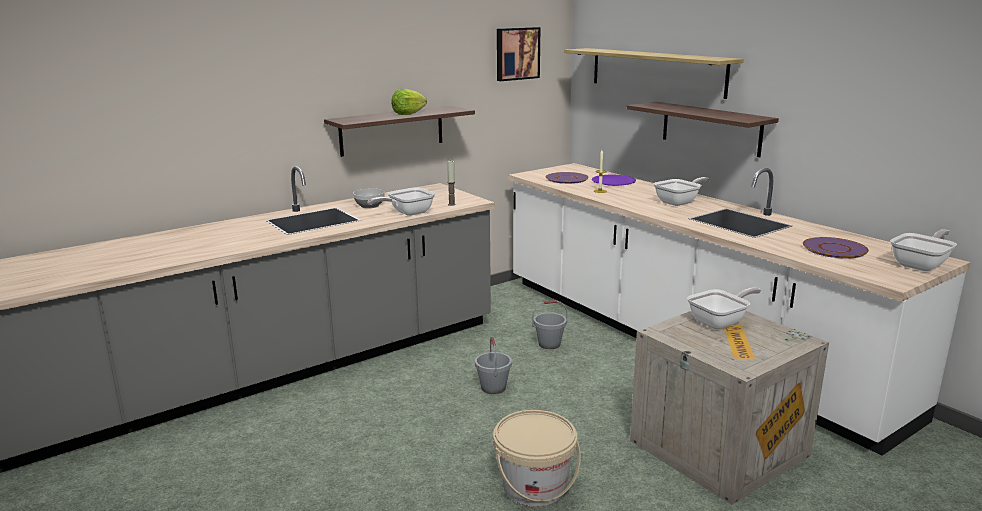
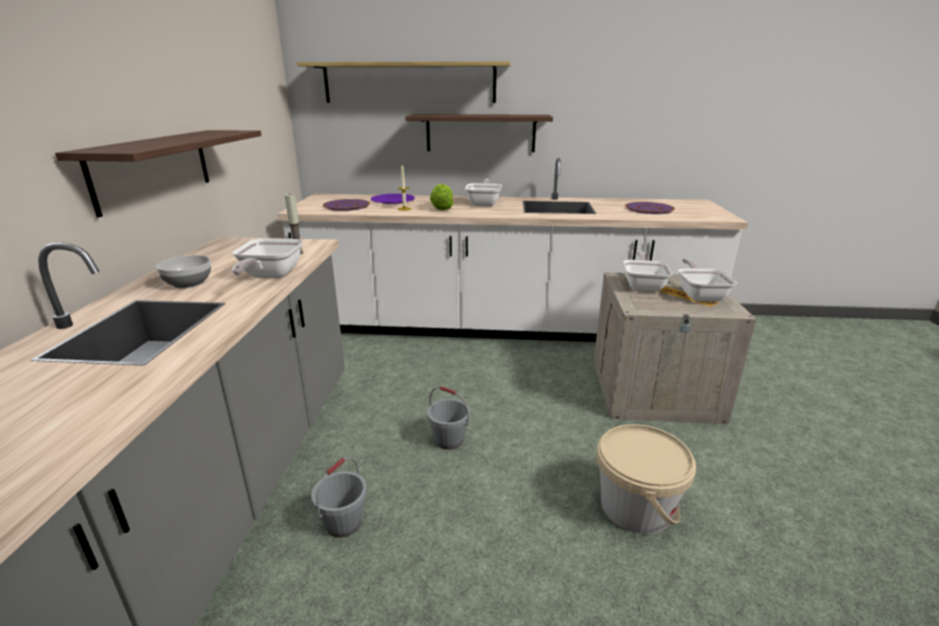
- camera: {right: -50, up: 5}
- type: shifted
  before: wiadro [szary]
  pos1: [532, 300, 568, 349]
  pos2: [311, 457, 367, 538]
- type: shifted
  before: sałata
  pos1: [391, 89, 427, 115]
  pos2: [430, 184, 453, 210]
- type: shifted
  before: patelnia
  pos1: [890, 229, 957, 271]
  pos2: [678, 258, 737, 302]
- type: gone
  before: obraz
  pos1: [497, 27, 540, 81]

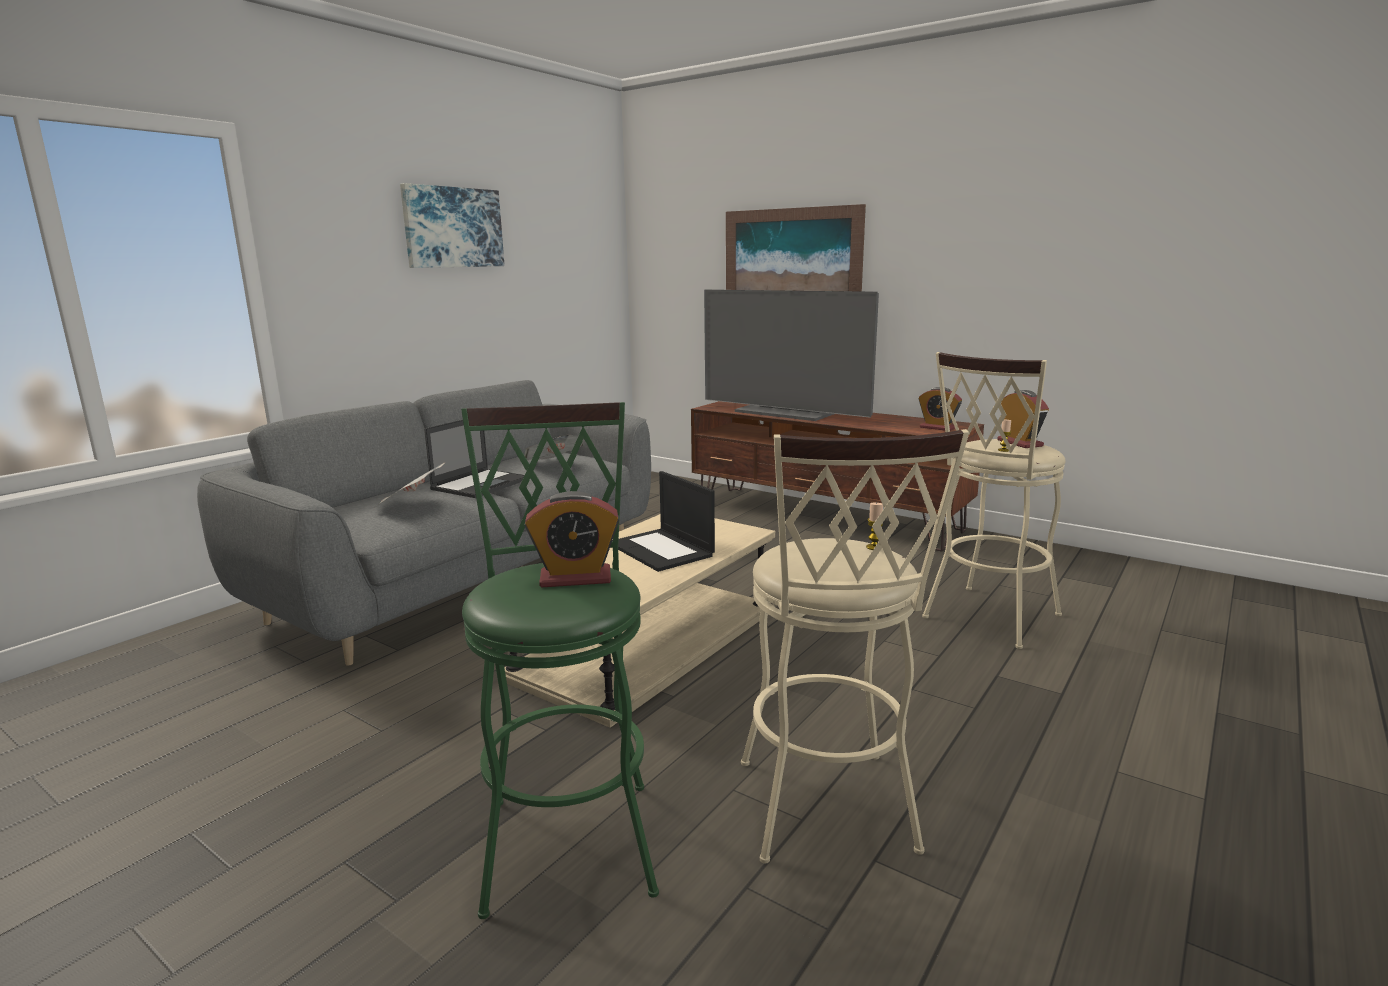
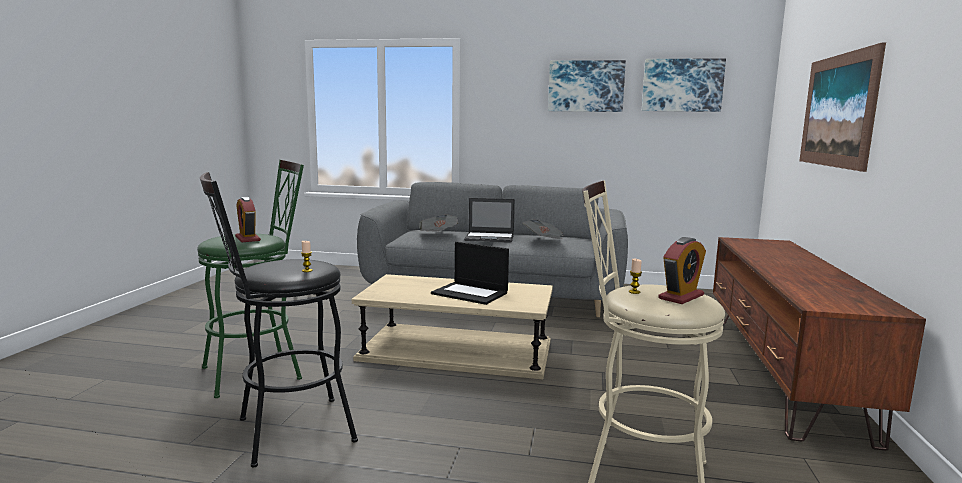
- camera: {right: 65, up: -5}
- type: repainted
  before: stołek [beżowy]
  after: stołek [czarny]
  pos1: [741, 429, 969, 864]
  pos2: [200, 172, 358, 468]
- type: rotated
  before: laptop
  pos1: [612, 471, 715, 572]
  pos2: [431, 242, 509, 305]
  turn: -90
- type: new
  after: obraz
  pos2: [642, 58, 726, 112]
- type: gone
  before: telewizor
  pos1: [704, 290, 879, 421]
- type: gone
  before: budzik
  pos1: [919, 387, 962, 431]

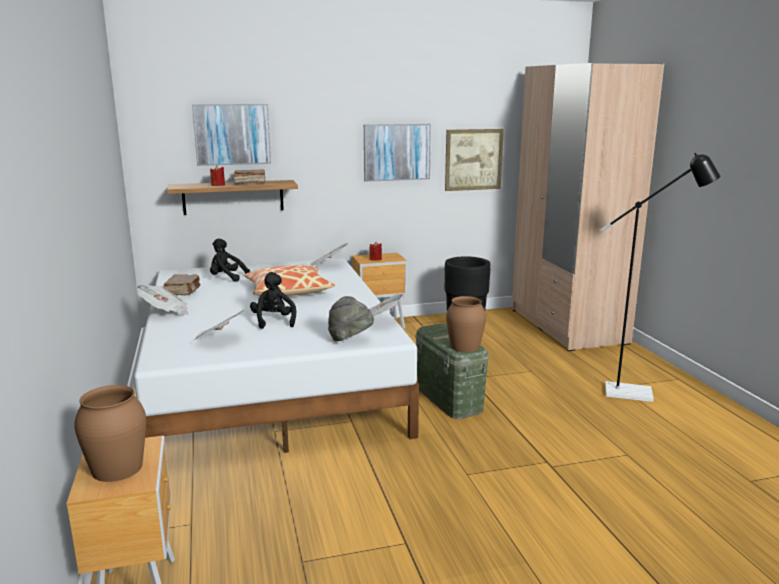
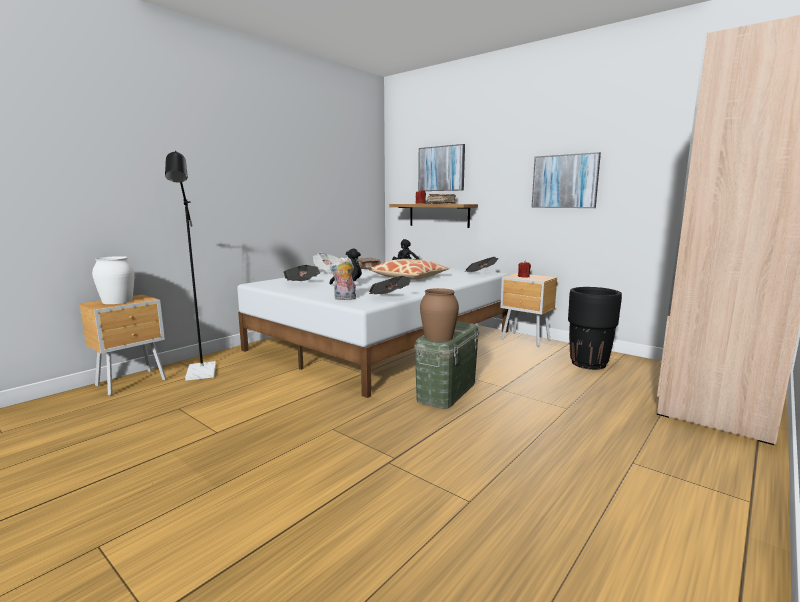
- camera: {right: 55, up: -5}
- type: repainted
  before: wazon [brązowy]
  after: wazon [biały]
  pos1: [74, 385, 146, 482]
  pos2: [92, 256, 135, 304]
- type: shifted
  before: lampa stojąca [czarny]
  pos1: [600, 153, 721, 402]
  pos2: [165, 151, 216, 381]
- type: swapped
  before: kapelusz [szary]
  after: pluszak
  pos1: [328, 296, 374, 341]
  pos2: [330, 257, 356, 300]
- type: gone
  before: obraz
  pos1: [445, 129, 504, 191]

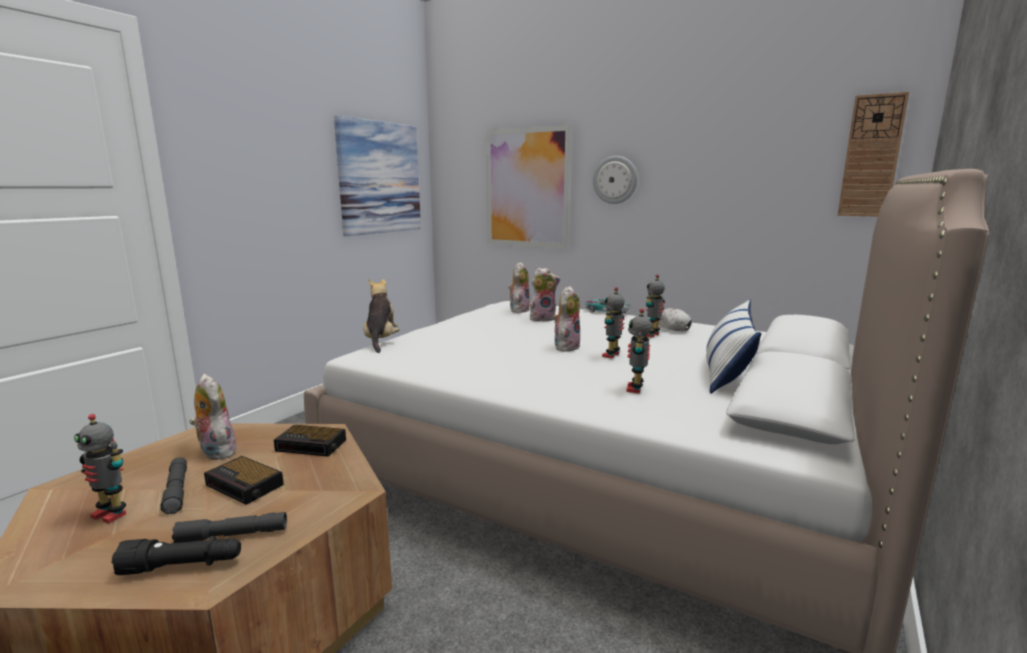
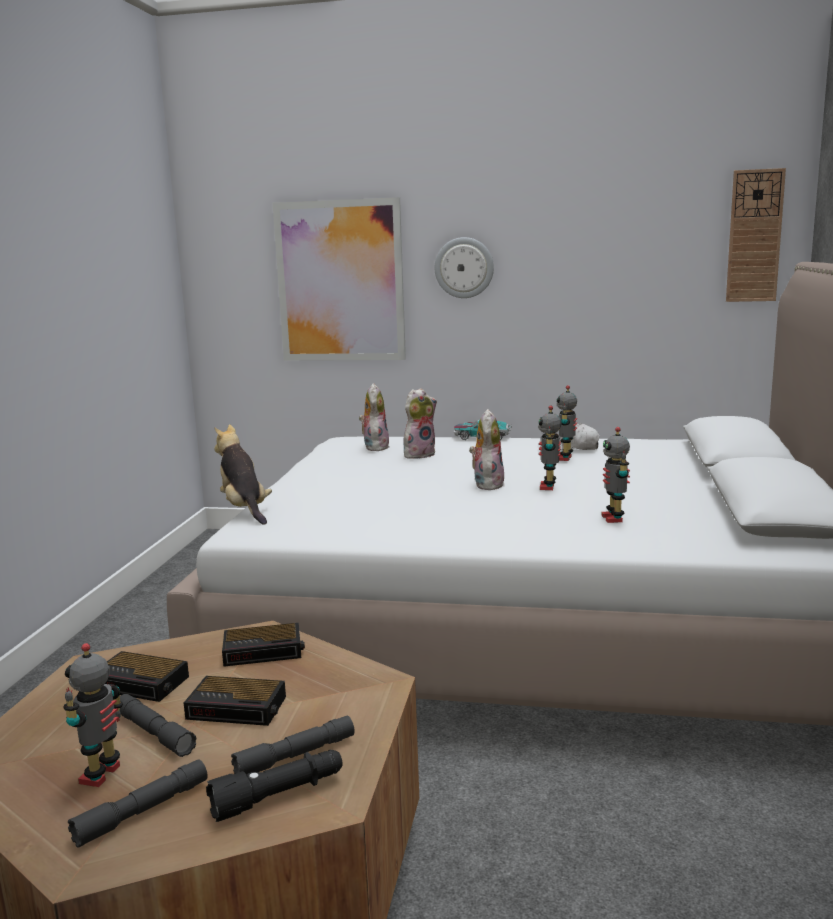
- camera: {right: -20, up: 0}
- type: rotated
  before: robot zabawkowy
  pos1: [74, 414, 126, 524]
  pos2: [63, 643, 123, 787]
  turn: 105
- type: new
  after: latarka [szary]
  pos2: [68, 759, 208, 848]
- type: swapped
  before: pluszak
  after: budzik
  pos1: [190, 374, 237, 460]
  pos2: [105, 651, 189, 702]
- type: gone
  before: obraz
  pos1: [334, 115, 421, 236]
- type: gone
  before: poduszka
  pos1: [706, 299, 761, 394]

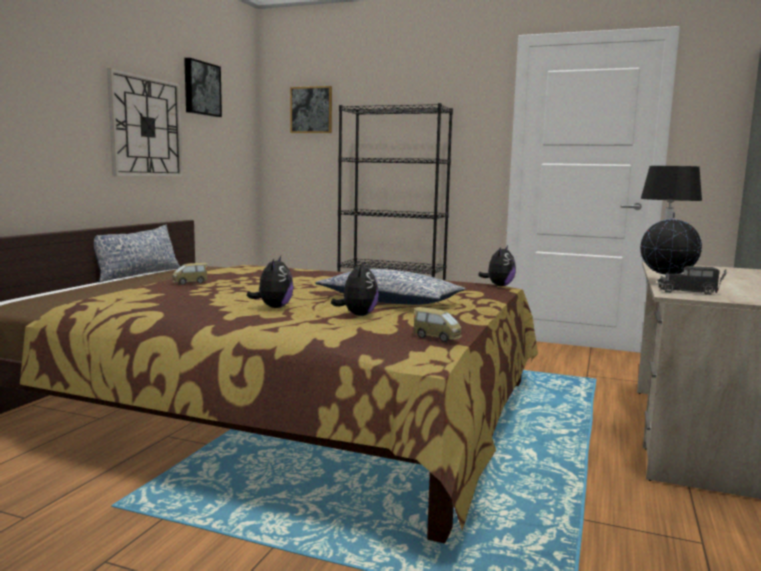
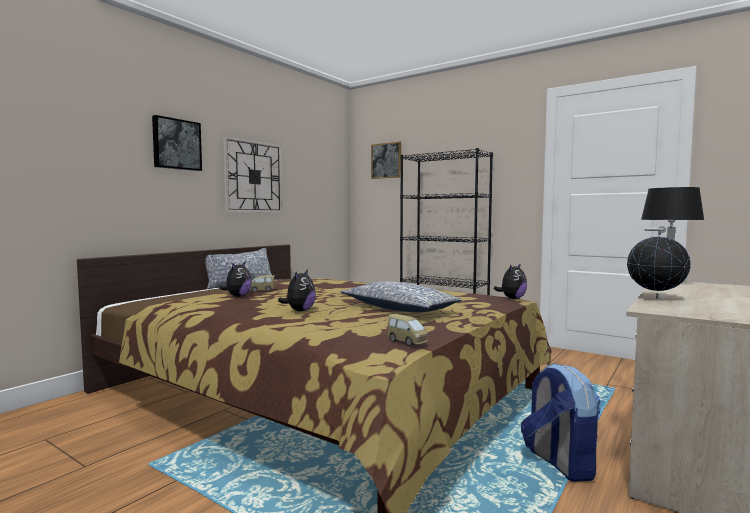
- camera: {right: 15, up: -5}
- type: shifted
  before: obraz
  pos1: [184, 58, 222, 117]
  pos2: [152, 115, 202, 171]
- type: shifted
  before: pluszak
  pos1: [331, 262, 379, 316]
  pos2: [219, 262, 252, 297]
- type: new
  after: plecak
  pos2: [521, 363, 601, 482]
- type: gone
  before: ciężarówka zabawkowa
  pos1: [658, 266, 727, 295]

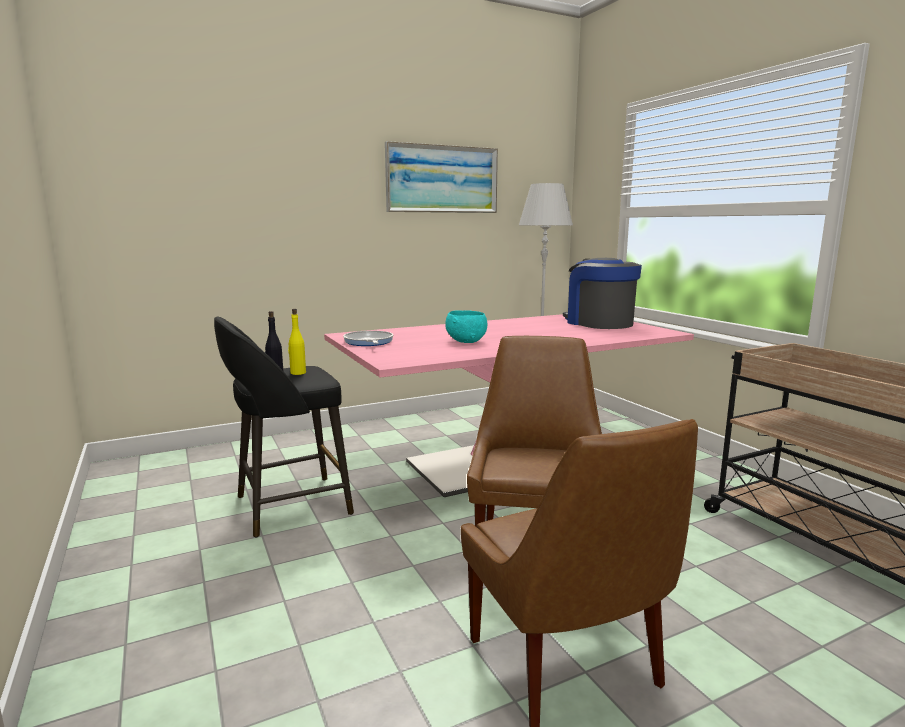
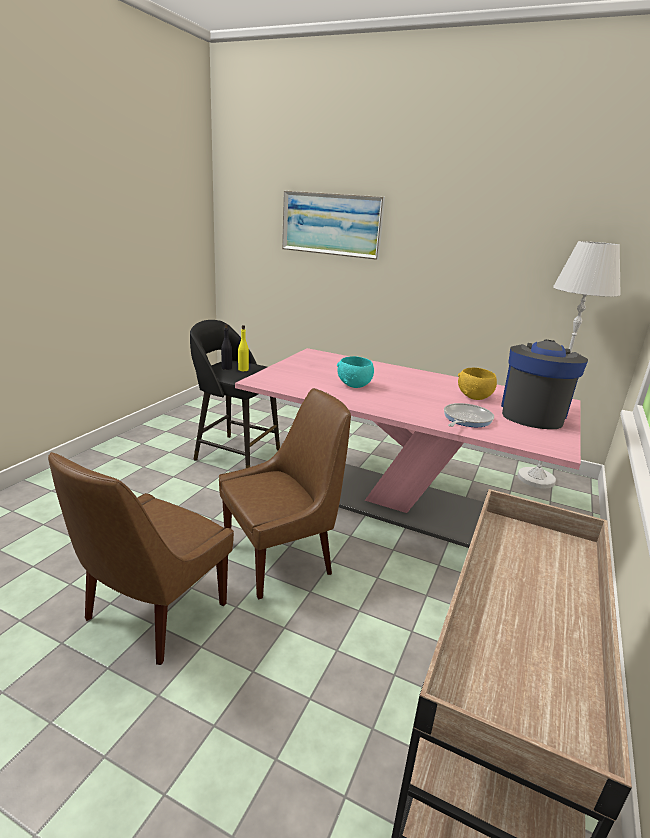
- camera: {right: 50, up: 10}
- type: shifted
  before: obraz
  pos1: [385, 141, 498, 213]
  pos2: [282, 191, 385, 260]
- type: shifted
  before: patelnia
  pos1: [343, 331, 393, 346]
  pos2: [444, 403, 494, 427]
- type: new
  after: miska [żółty]
  pos2: [458, 368, 497, 400]

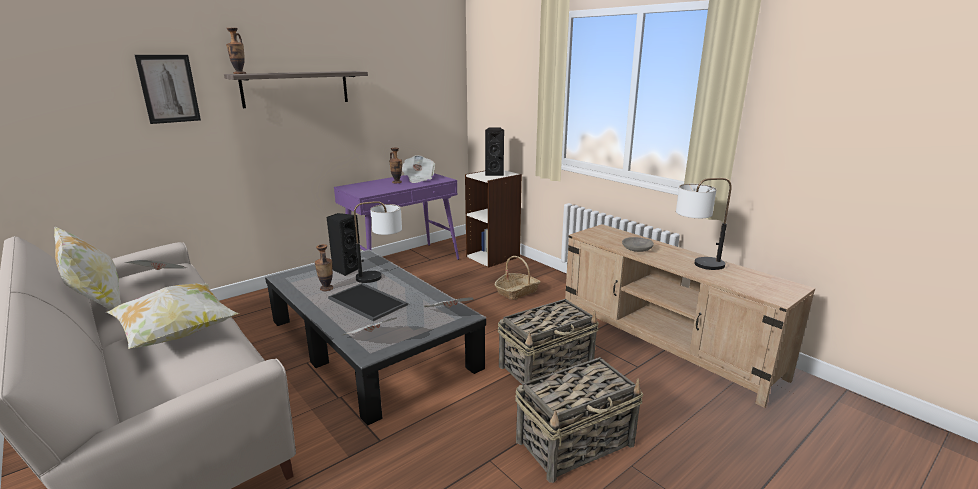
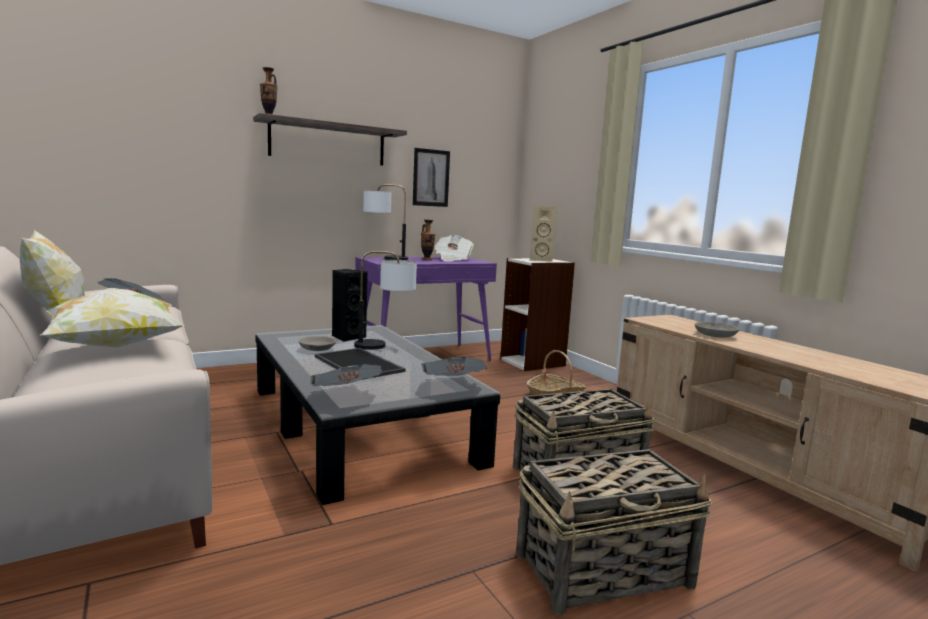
- camera: {right: 10, up: -10}
- type: swapped
  before: wazon
  after: miska [szary]
  pos1: [315, 244, 333, 291]
  pos2: [299, 336, 336, 351]
- type: shifted
  before: lampa stołowa
  pos1: [676, 178, 732, 270]
  pos2: [363, 184, 408, 260]
- type: shifted
  before: obraz
  pos1: [135, 55, 201, 124]
  pos2: [413, 148, 450, 207]
- type: repainted
  before: głośnik [czarny]
  after: głośnik [beżowy]
  pos1: [485, 128, 504, 176]
  pos2: [530, 206, 557, 262]

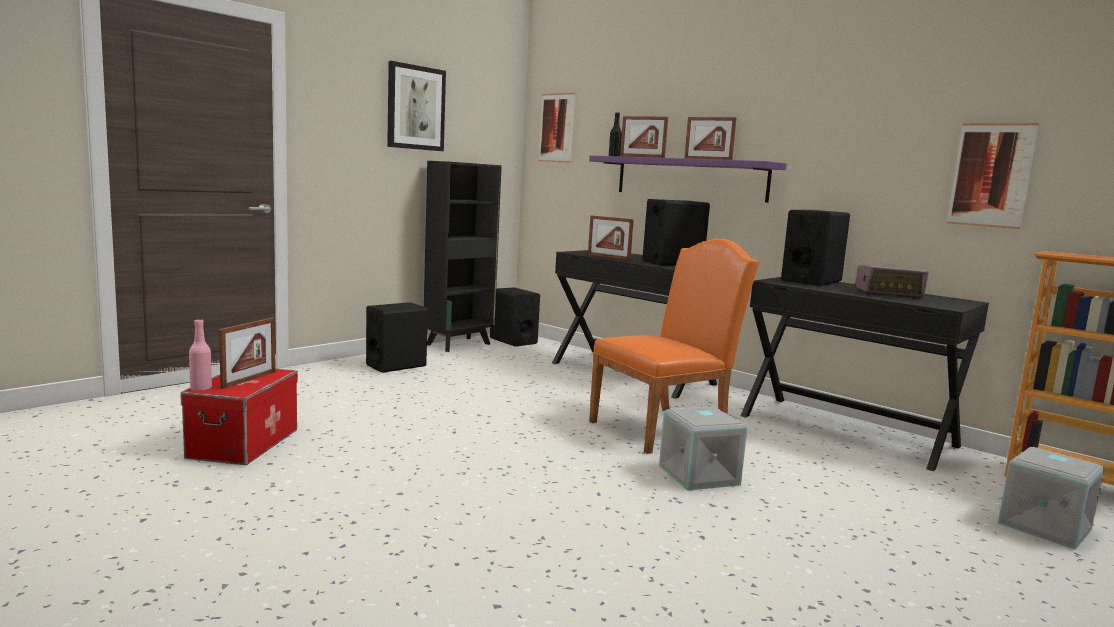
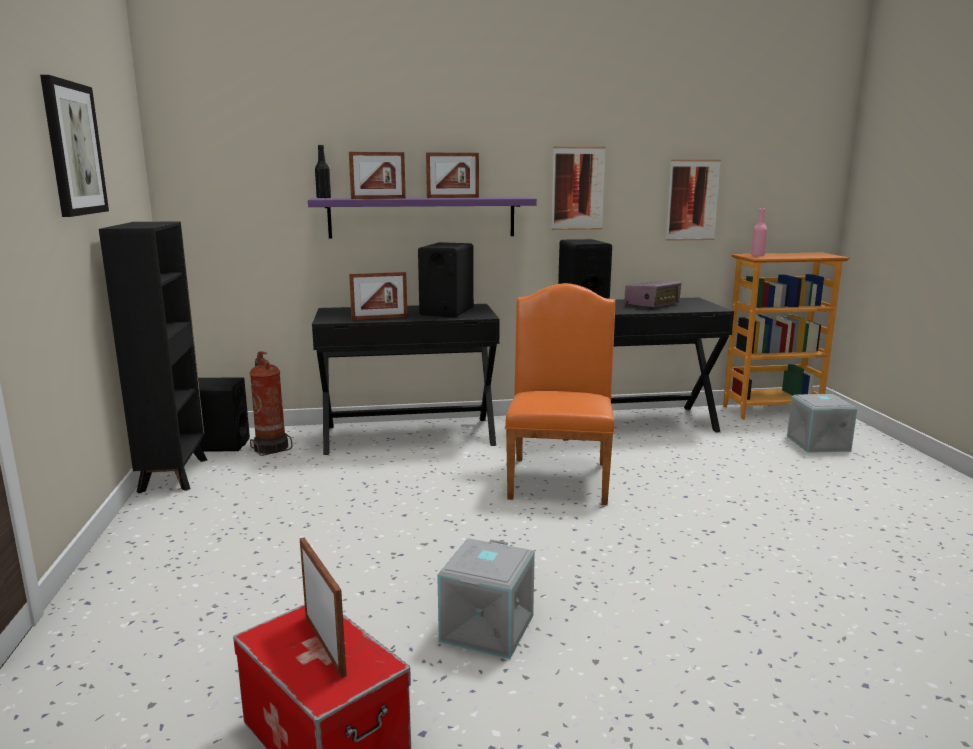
- camera: {right: -50, up: 5}
- type: new
  after: gaśnica
  pos2: [250, 351, 293, 456]
- type: shifted
  before: pojemnik do przechowywania [szary]
  pos1: [659, 407, 747, 491]
  pos2: [437, 538, 535, 659]
- type: shifted
  before: obraz
  pos1: [539, 93, 576, 163]
  pos2: [551, 147, 606, 230]
- type: shifted
  before: butelka [różowy]
  pos1: [189, 319, 212, 391]
  pos2: [751, 208, 767, 256]
- type: gone
  before: głośnik [czarny]
  pos1: [366, 302, 428, 373]

